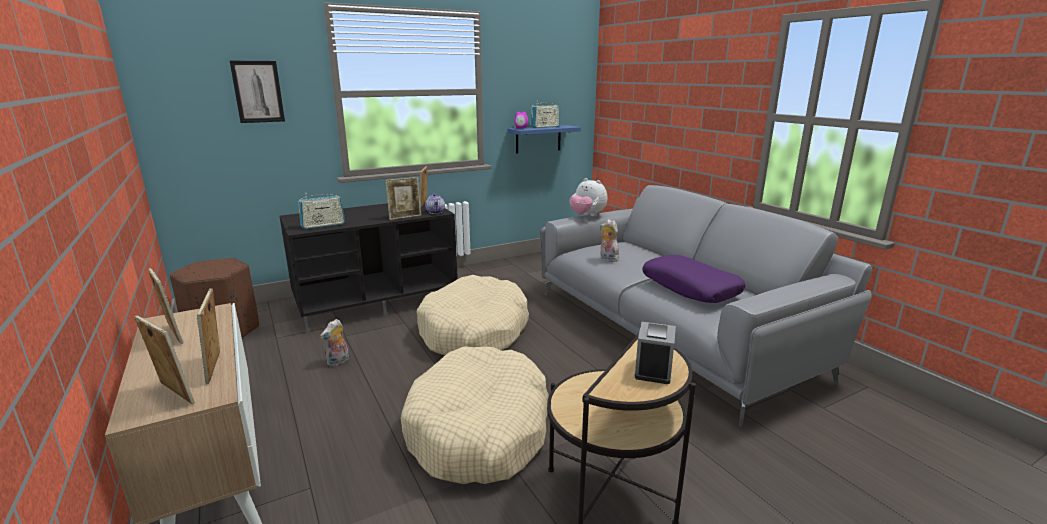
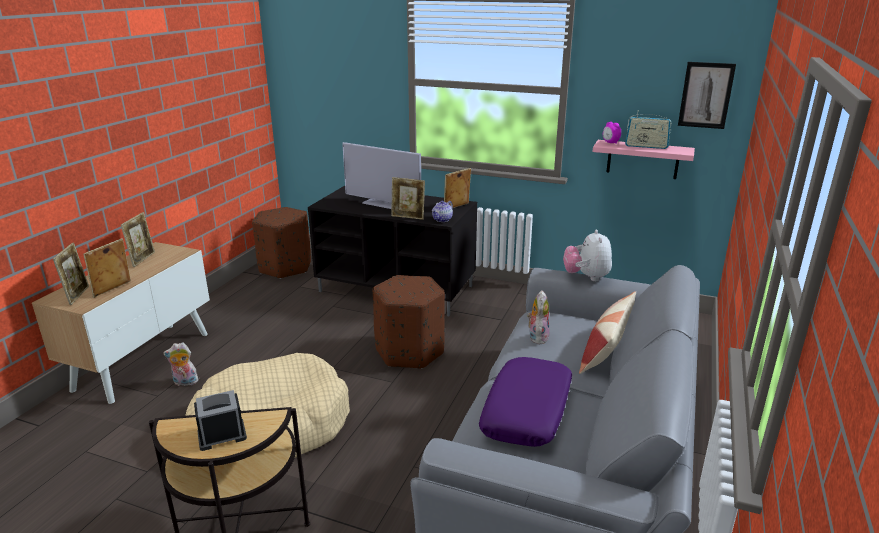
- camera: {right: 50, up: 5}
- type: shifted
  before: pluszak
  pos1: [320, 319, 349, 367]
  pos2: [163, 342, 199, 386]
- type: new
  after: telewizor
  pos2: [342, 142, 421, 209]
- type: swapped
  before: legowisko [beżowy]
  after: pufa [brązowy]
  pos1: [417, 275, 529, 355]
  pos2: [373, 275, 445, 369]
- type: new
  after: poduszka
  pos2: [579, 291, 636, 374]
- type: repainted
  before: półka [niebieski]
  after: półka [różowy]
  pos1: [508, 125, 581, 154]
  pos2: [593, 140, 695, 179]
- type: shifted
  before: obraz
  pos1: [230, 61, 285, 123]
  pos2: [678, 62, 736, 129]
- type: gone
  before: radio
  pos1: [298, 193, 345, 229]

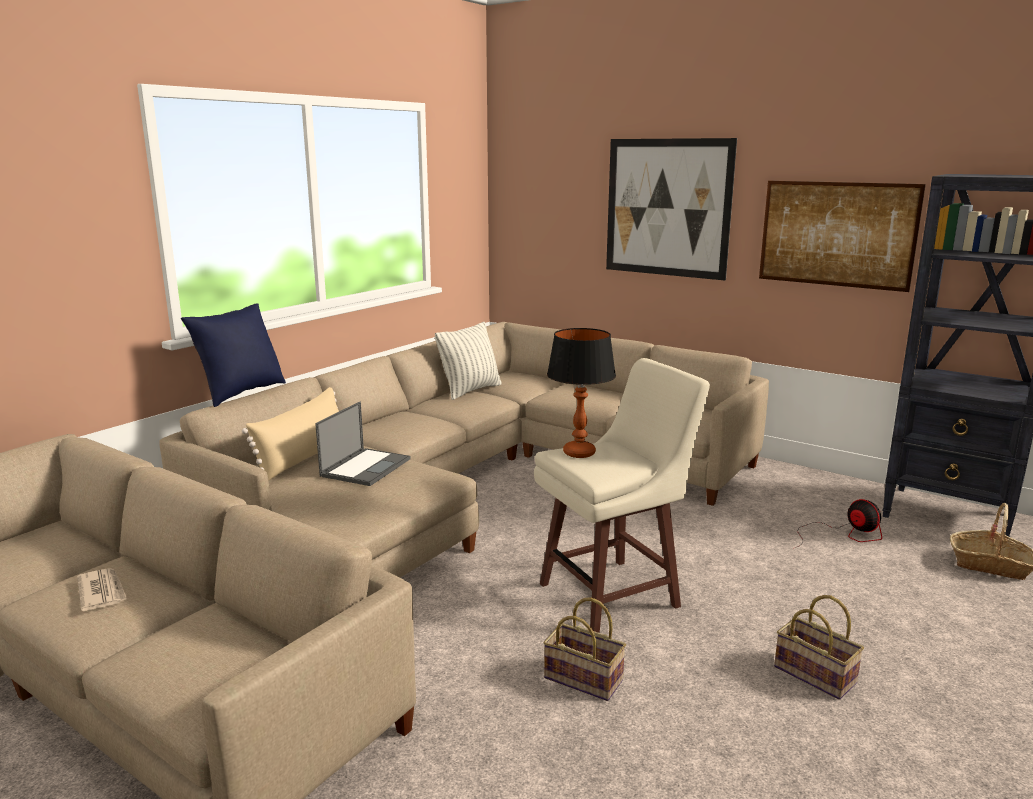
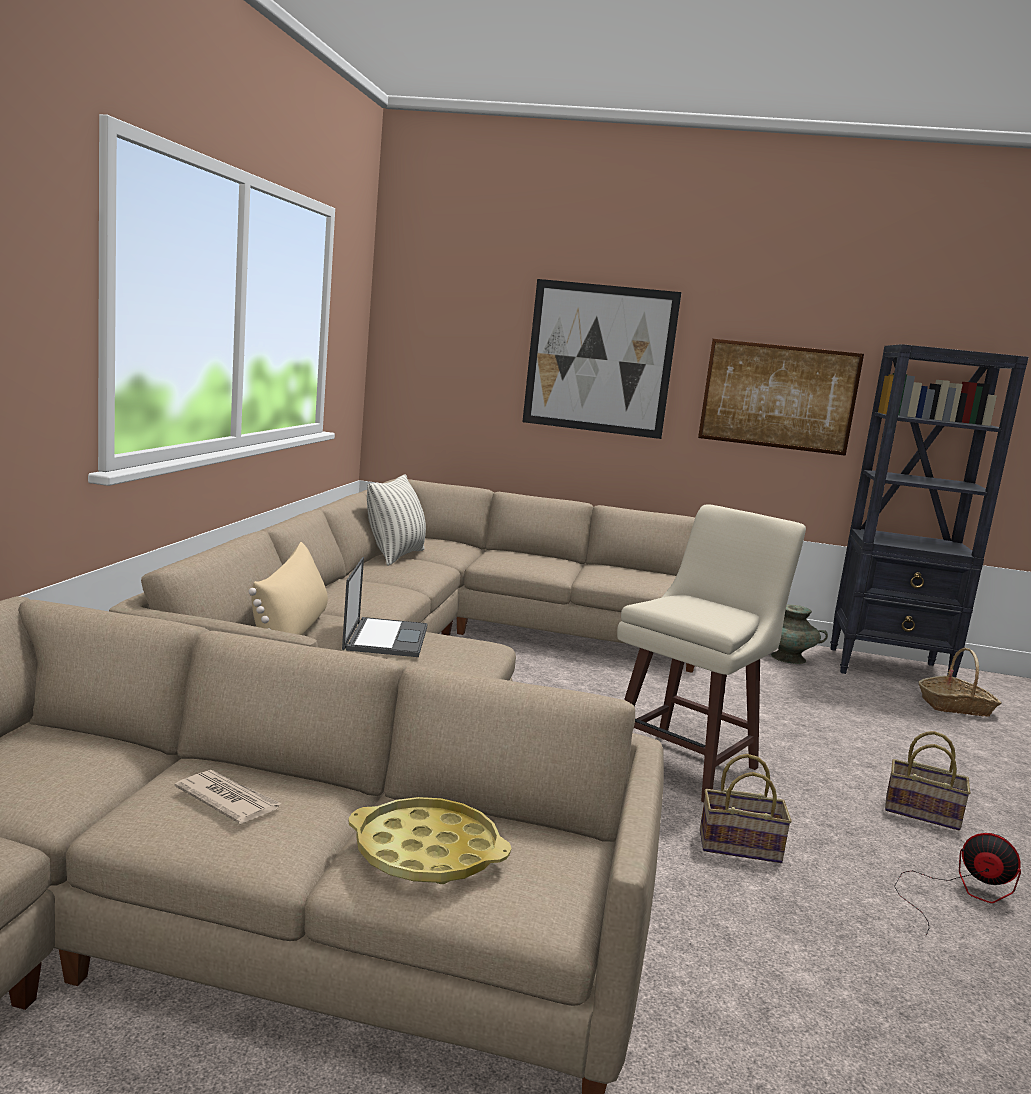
- camera: {right: -25, up: -5}
- type: new
  after: taca [żółty]
  pos2: [348, 797, 511, 884]
- type: new
  after: wazon [turkusowy]
  pos2: [771, 604, 828, 664]
- type: shifted
  before: wentylator
  pos1: [795, 499, 882, 548]
  pos2: [894, 833, 1021, 935]
- type: gone
  before: poduszka [niebieski]
  pos1: [181, 303, 286, 407]
- type: gone
  before: lampa stołowa
  pos1: [547, 328, 616, 458]

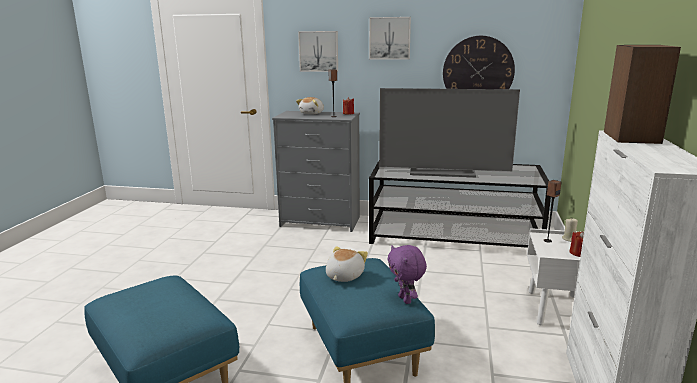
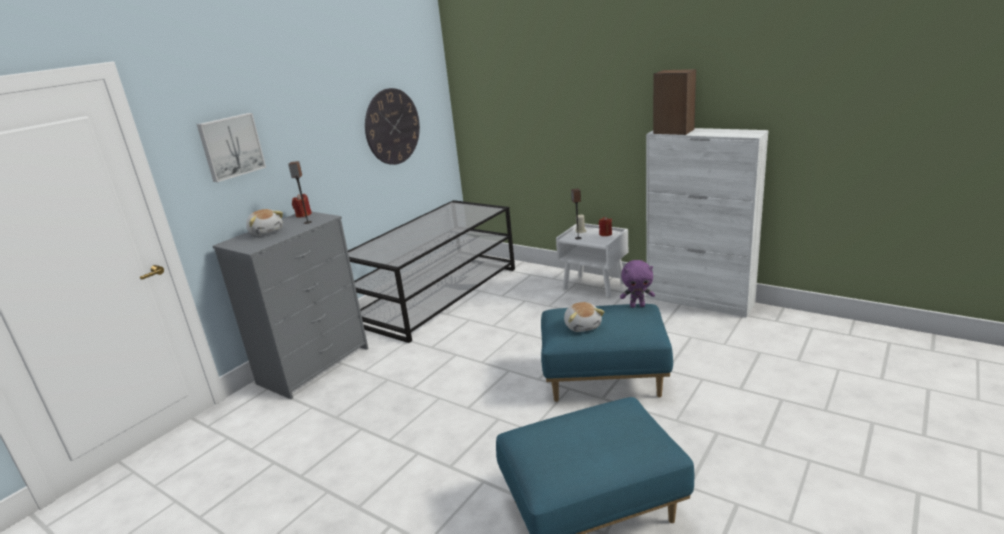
- camera: {right: -65, up: 5}
- type: rotated
  before: pluszak
  pos1: [326, 246, 368, 282]
  pos2: [564, 302, 604, 332]
  turn: -150
- type: gone
  before: obraz
  pos1: [369, 17, 411, 60]
- type: gone
  before: telewizor
  pos1: [379, 88, 520, 177]

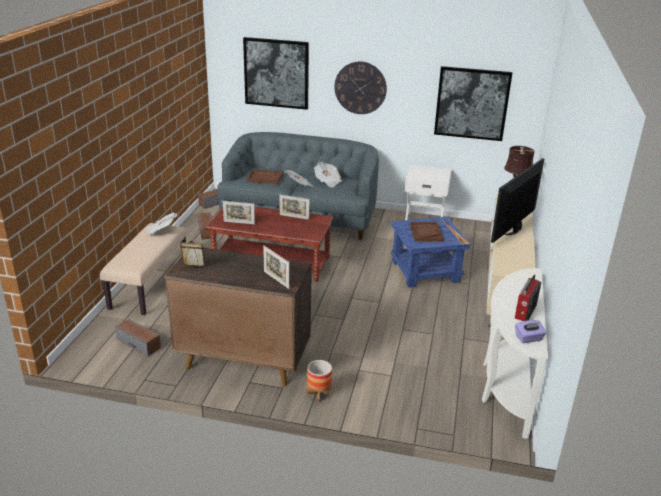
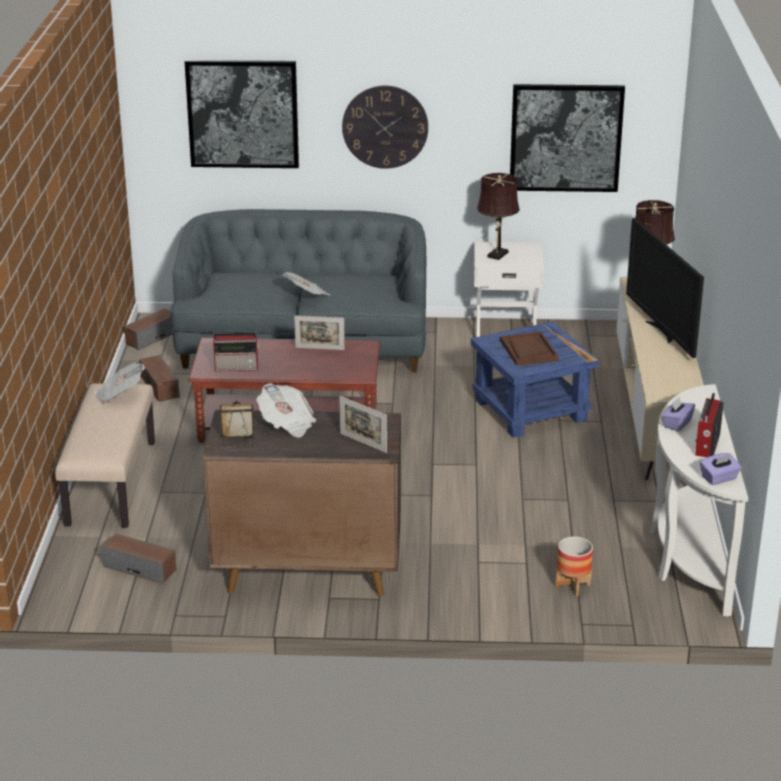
- camera: {right: -10, up: 0}
- type: swapped
  before: ramka na zdjęcie
  after: radio
  pos1: [223, 201, 255, 224]
  pos2: [213, 332, 260, 372]
- type: shifted
  before: gazeta
  pos1: [314, 162, 342, 187]
  pos2: [257, 383, 316, 438]
- type: new
  after: lampa stołowa [brązowy]
  pos2: [477, 173, 520, 260]
- type: shifted
  before: donica
  pos1: [307, 360, 332, 403]
  pos2: [555, 537, 593, 597]
- type: rotated
  before: telewizor
  pos1: [491, 158, 544, 243]
  pos2: [626, 218, 704, 358]
  turn: -45
- type: new
  after: pudełko chusteczek [fioletowy]
  pos2: [661, 397, 695, 431]
- type: gone
  before: taca [brązowy]
  pos1: [247, 169, 283, 184]

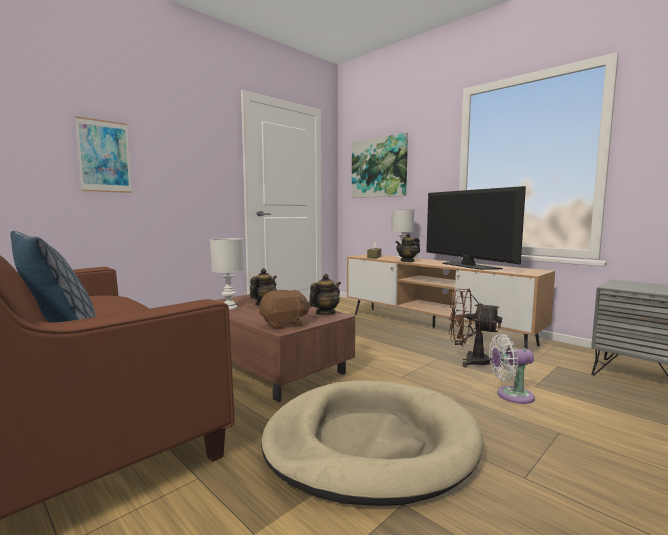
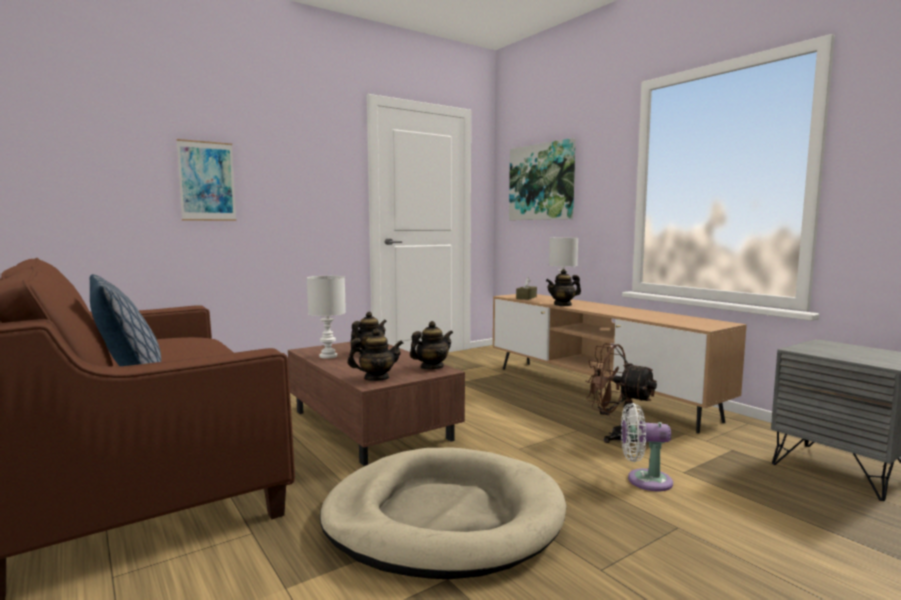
- camera: {right: 10, up: 0}
- type: swapped
  before: pluszak [brązowy]
  after: imbryk
  pos1: [259, 290, 311, 329]
  pos2: [347, 328, 404, 381]
- type: gone
  before: telewizor
  pos1: [426, 186, 526, 270]

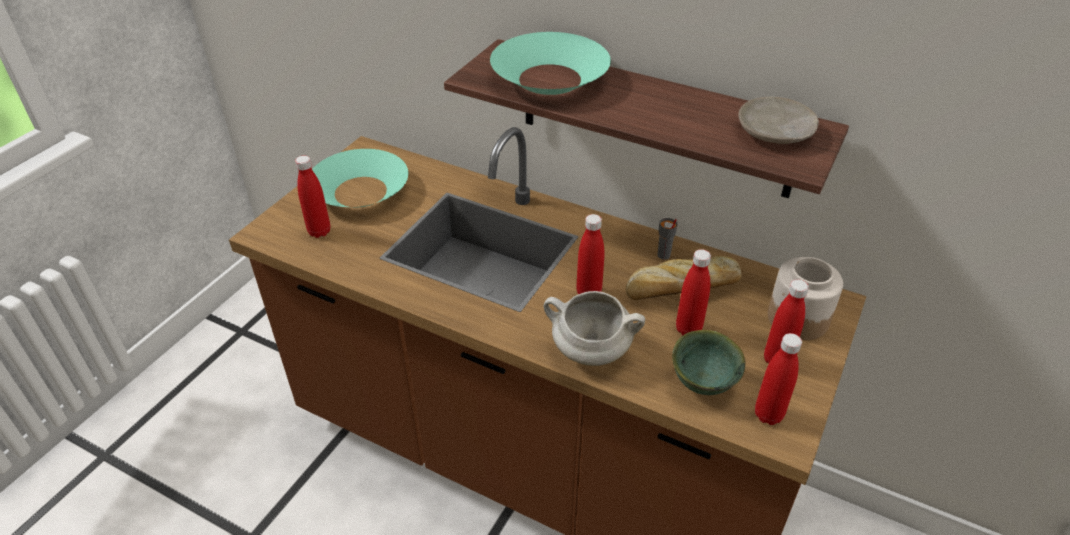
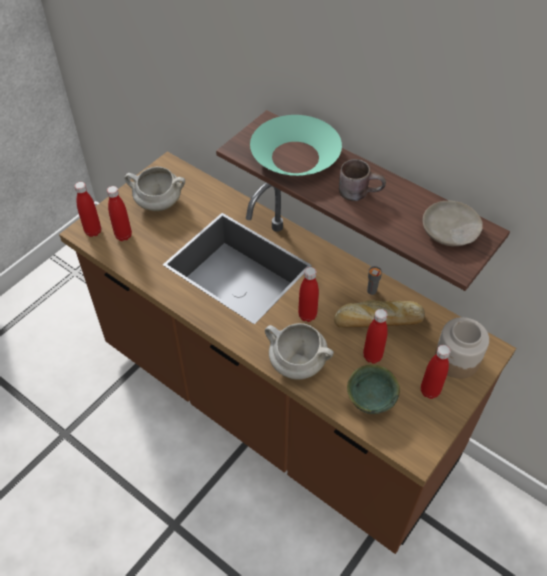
- camera: {right: 10, up: 10}
- type: shifted
  before: butelka [czerwony]
  pos1: [755, 333, 802, 425]
  pos2: [75, 182, 101, 237]
- type: swapped
  before: miska [turkusowy]
  after: garnek [biały]
  pos1: [312, 149, 408, 207]
  pos2: [125, 167, 185, 211]
- type: new
  after: kubek [brązowy]
  pos2: [339, 159, 386, 201]

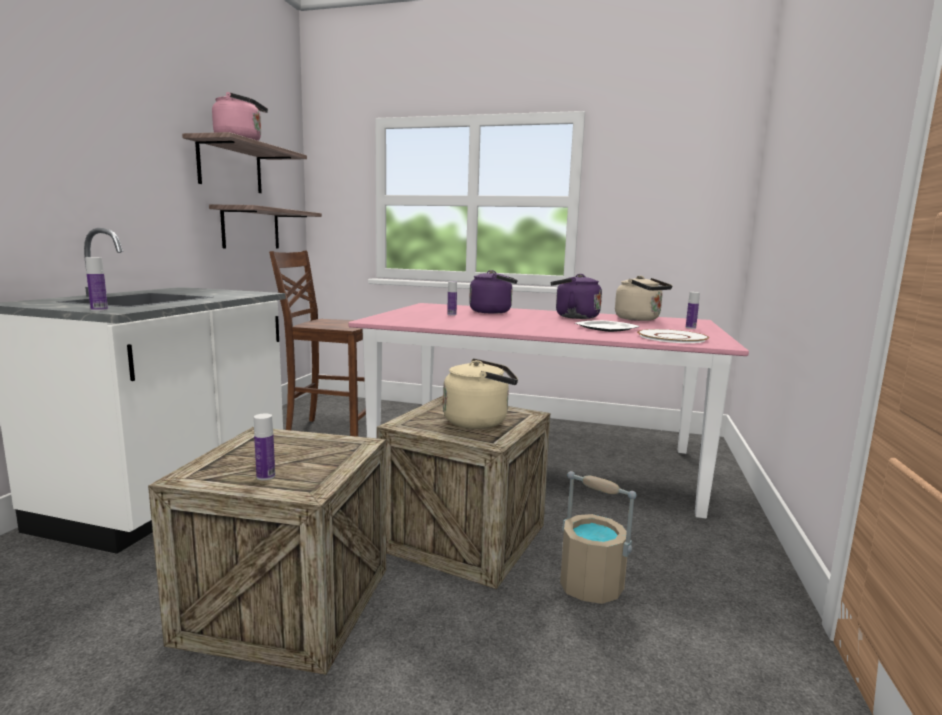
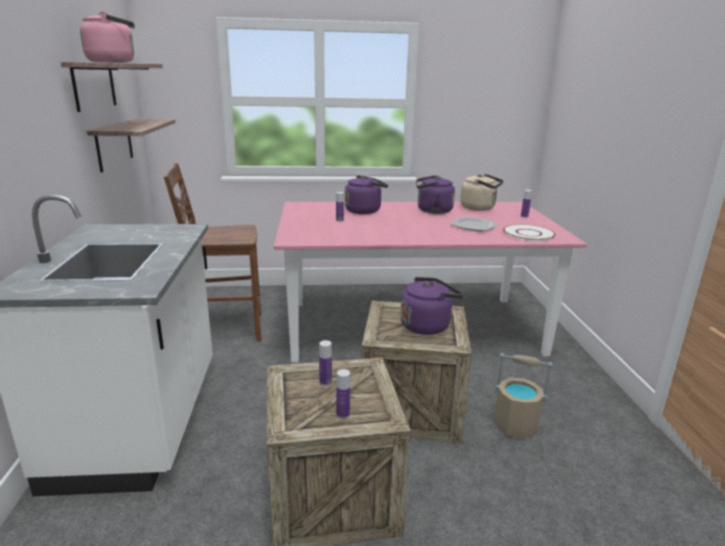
- camera: {right: -20, up: 10}
- type: shifted
  before: butelka
  pos1: [85, 257, 108, 311]
  pos2: [319, 340, 332, 386]
- type: repainted
  before: czajnik [beżowy]
  after: czajnik [fioletowy]
  pos1: [443, 358, 518, 429]
  pos2: [401, 277, 463, 335]

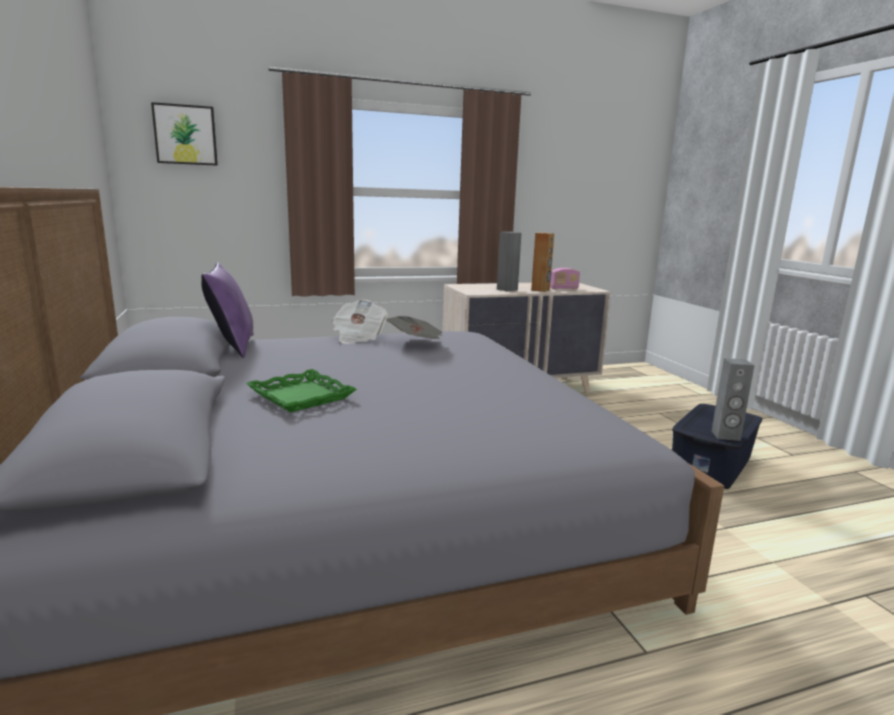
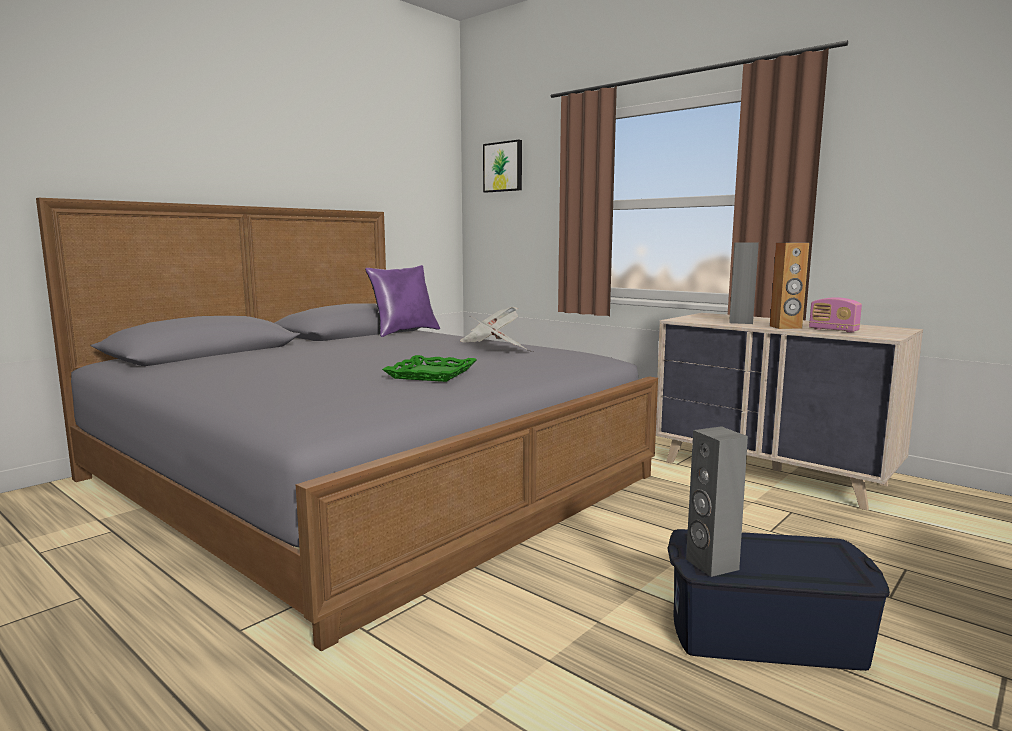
- camera: {right: 60, up: -5}
- type: shifted
  before: taca [zielony]
  pos1: [246, 369, 357, 412]
  pos2: [382, 355, 477, 382]

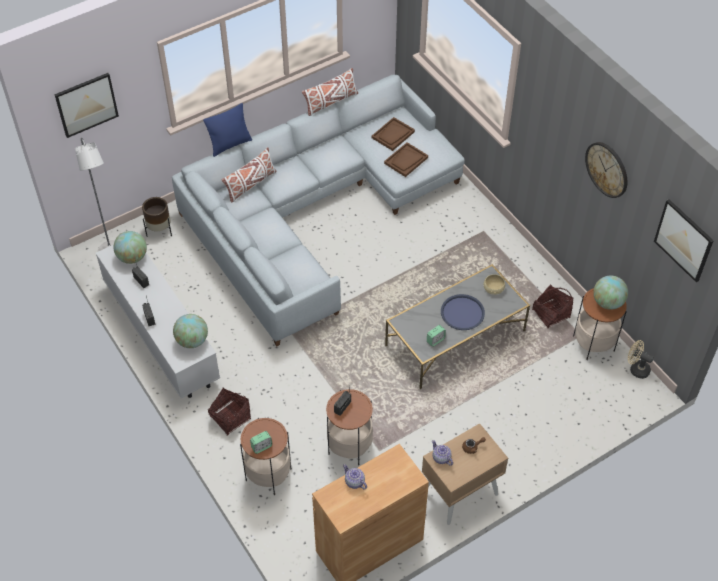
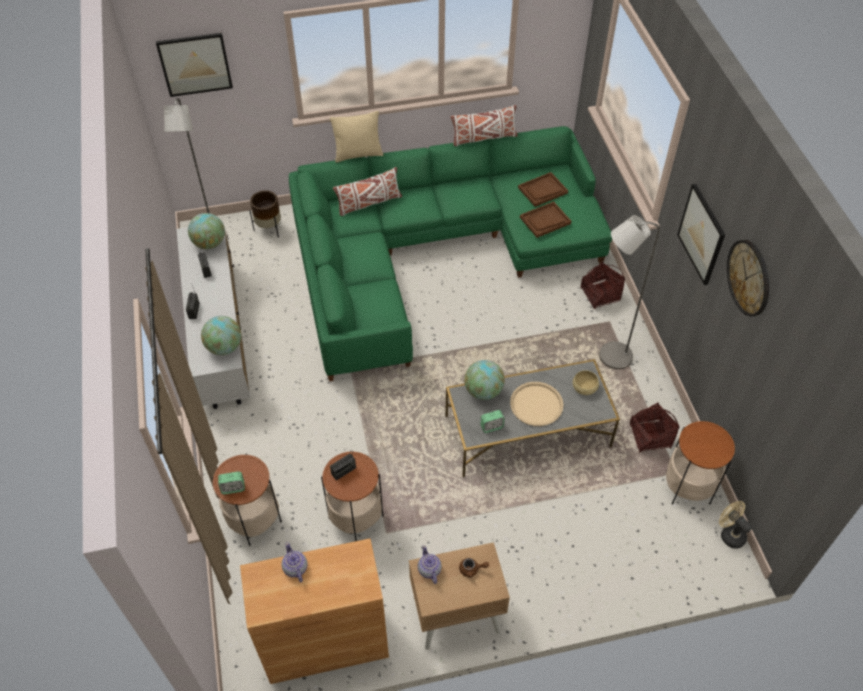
- camera: {right: 20, up: 0}
- type: repainted
  before: kanapa [szary]
  after: kanapa [zielony]
  pos1: [172, 75, 465, 346]
  pos2: [289, 126, 612, 382]
- type: repainted
  before: poduszka [niebieski]
  after: poduszka [beżowy]
  pos1: [203, 103, 252, 157]
  pos2: [330, 111, 383, 163]
- type: shifted
  before: globus
  pos1: [593, 275, 628, 310]
  pos2: [465, 360, 505, 400]
- type: repainted
  before: taca [niebieski]
  after: taca [beżowy]
  pos1: [441, 294, 485, 330]
  pos2: [510, 382, 563, 426]
- type: shifted
  before: koszyk
  pos1: [208, 387, 251, 436]
  pos2: [581, 261, 625, 309]
- type: new
  after: lampa stojąca [szary]
  pos2: [599, 215, 660, 369]
- type: shifted
  before: obraz
  pos1: [654, 199, 714, 282]
  pos2: [677, 183, 725, 285]

